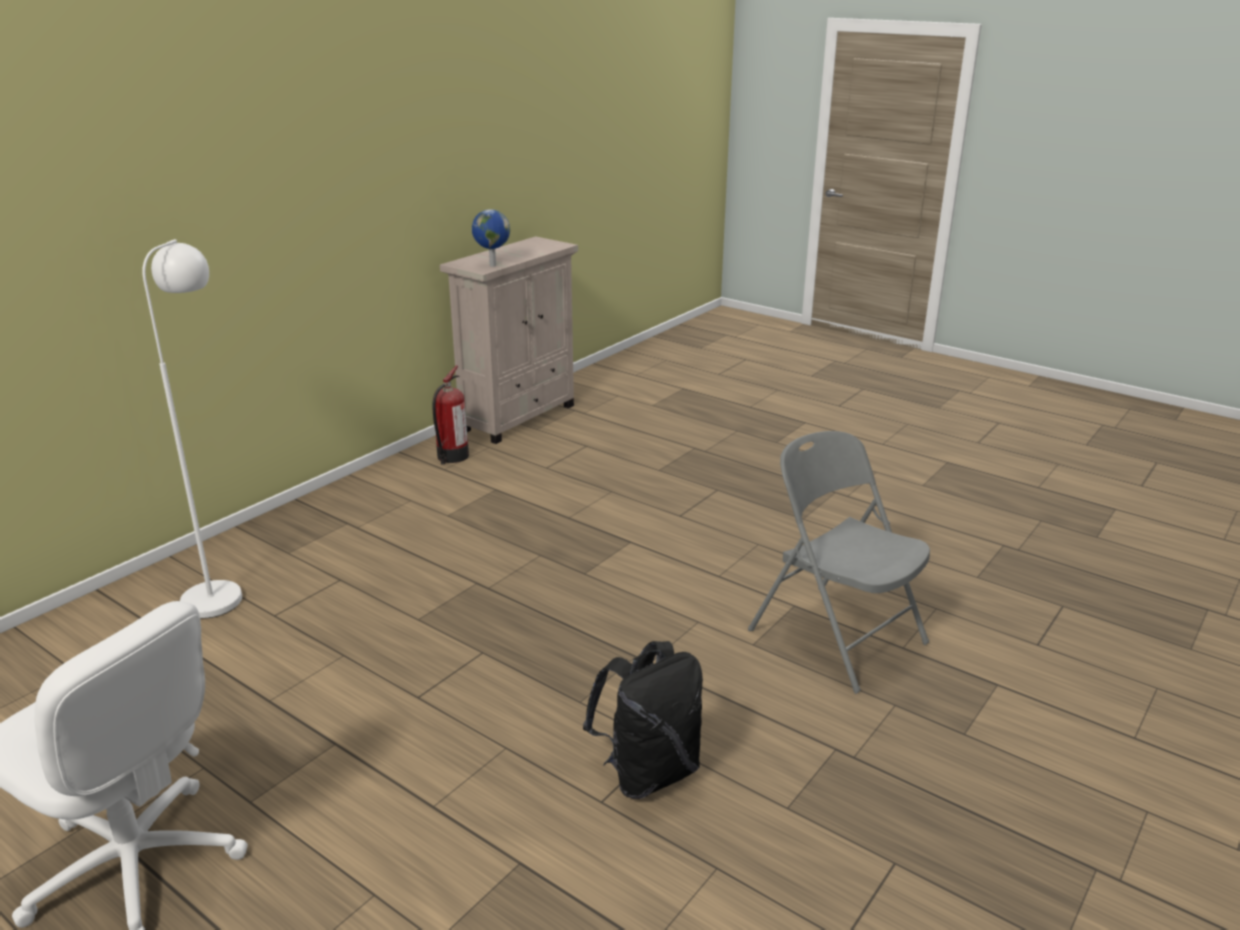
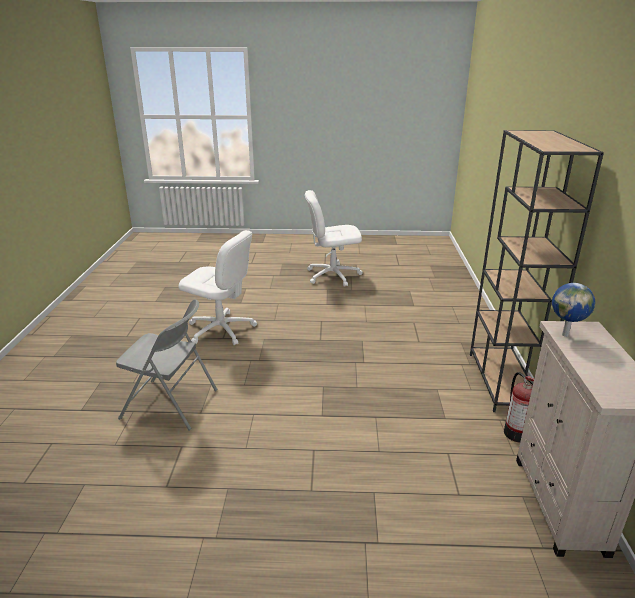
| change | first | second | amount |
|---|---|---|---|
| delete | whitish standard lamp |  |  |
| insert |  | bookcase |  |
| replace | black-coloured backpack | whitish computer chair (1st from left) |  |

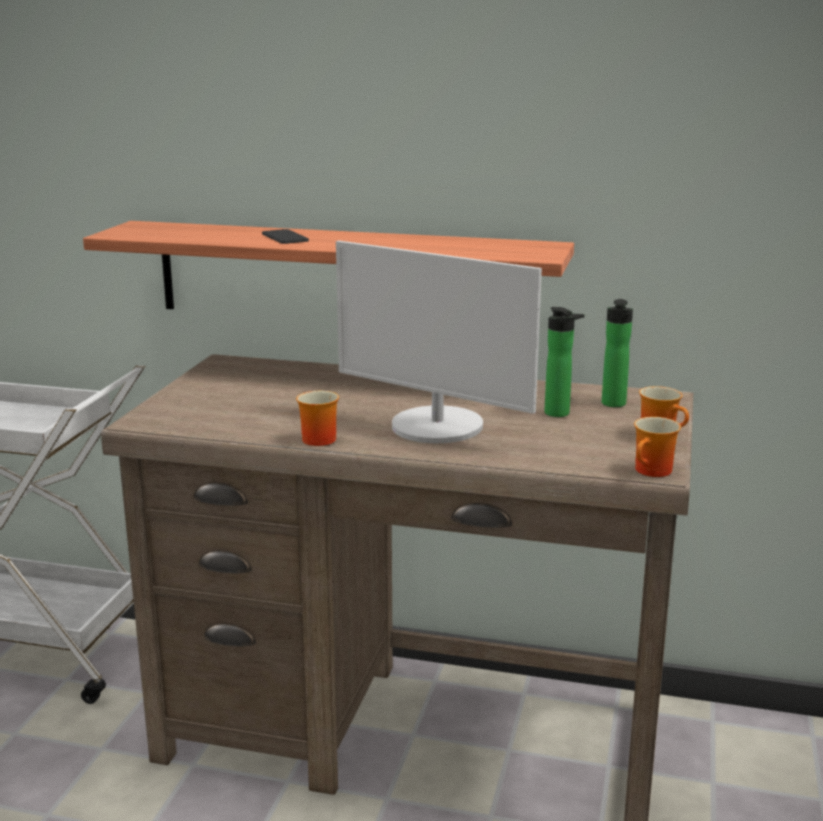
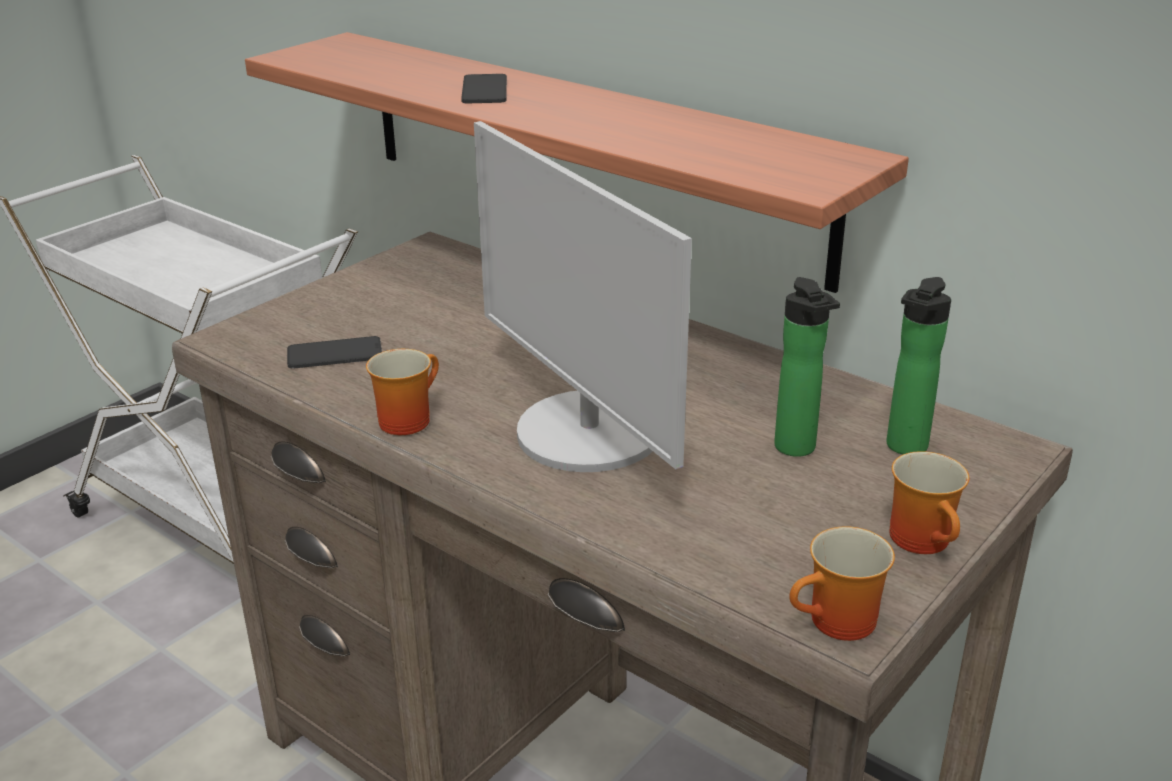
| change | first | second | amount |
|---|---|---|---|
| insert |  | handset (1st from left) |  |

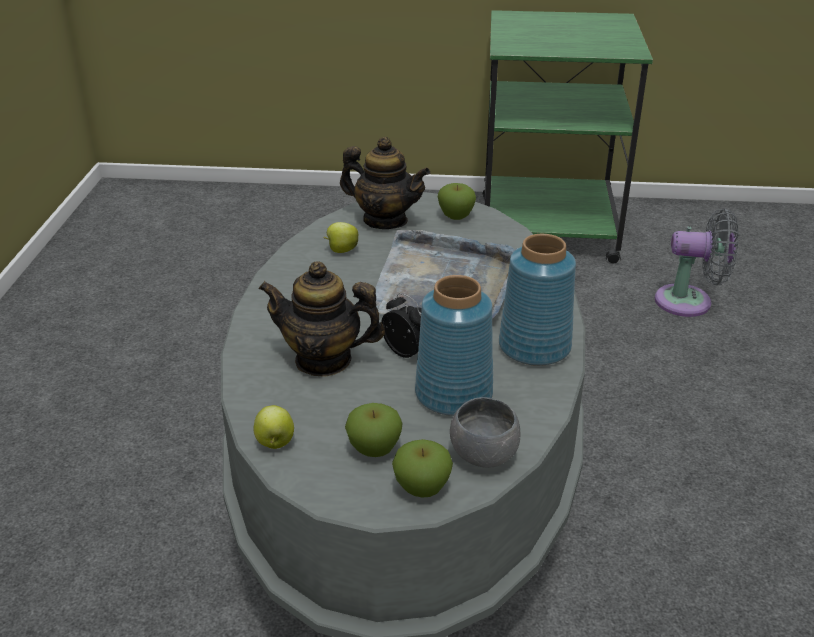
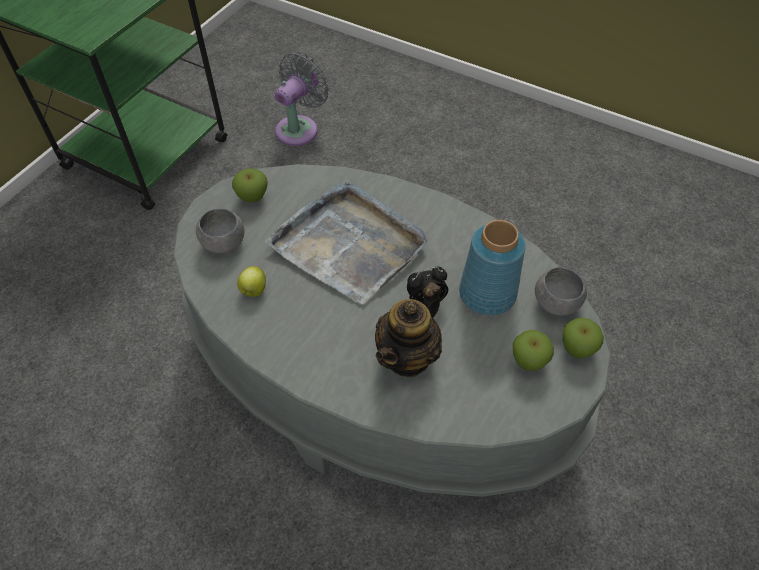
| change | first | second | amount |
|---|---|---|---|
| delete | apple (1st from left) |  |  |
| delete | blue flower vase (2nd from left) |  |  |
| replace | teapot (2nd from left) | grey deep dish (1st from left) |  |

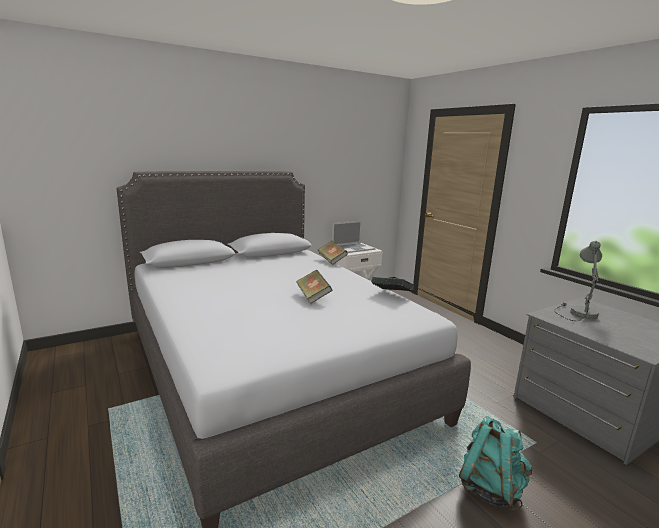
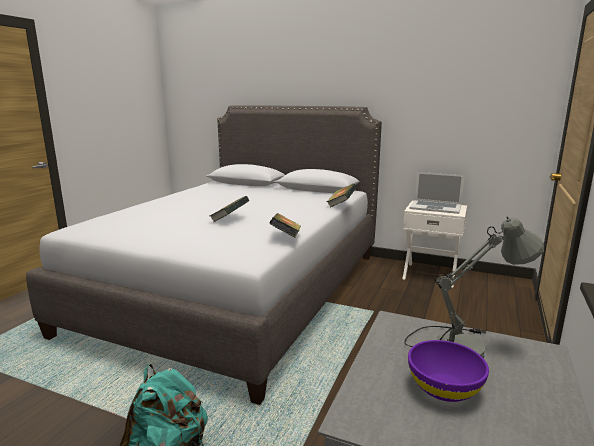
| change | first | second | amount |
|---|---|---|---|
| insert |  | purple-coloured deep dish |  |

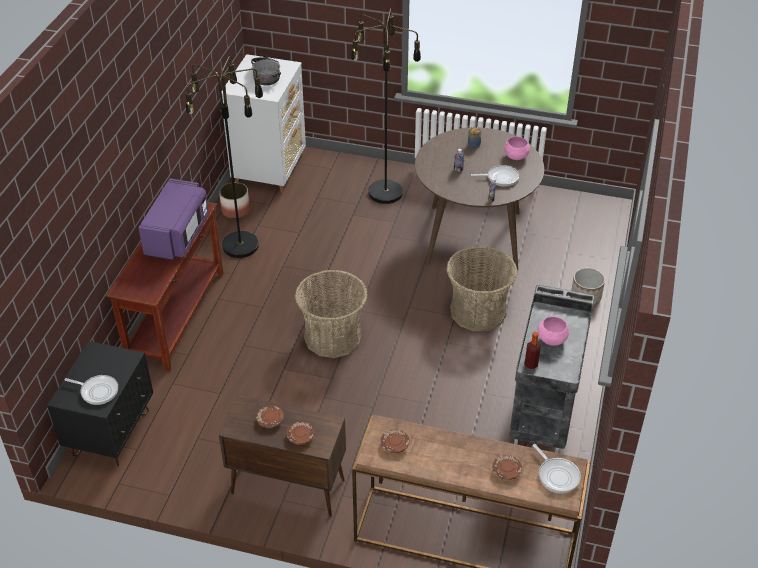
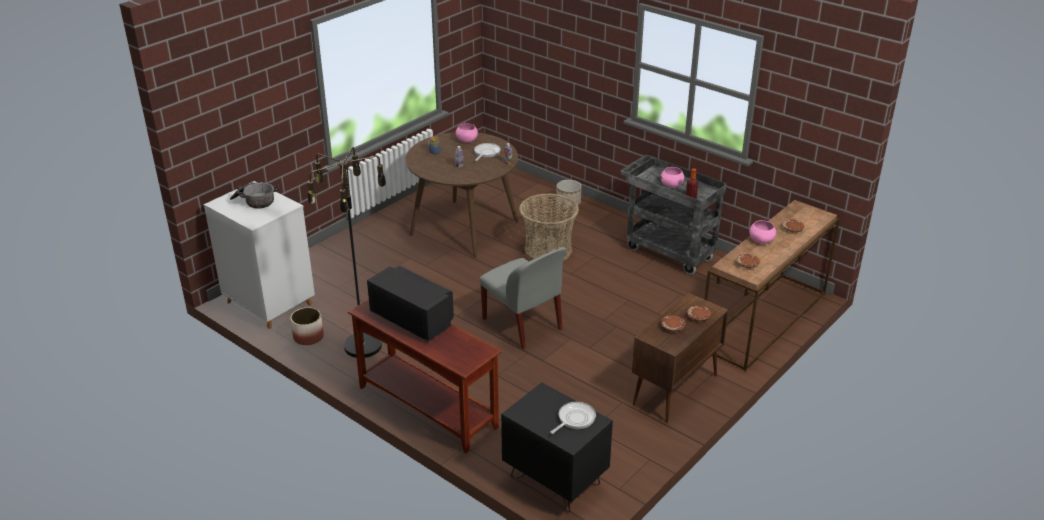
| change | first | second | amount |
|---|---|---|---|
| delete | standard lamp (2nd from left) |  |  |
| delete | pan (3rd from left) |  |  |
| insert |  | pinkish deep dish (3rd from left) |  |
| replace | household basket (1st from left) | grey chair |  |
| recolor | purple-coloured microwave oven | black-coloured microwave oven |  |

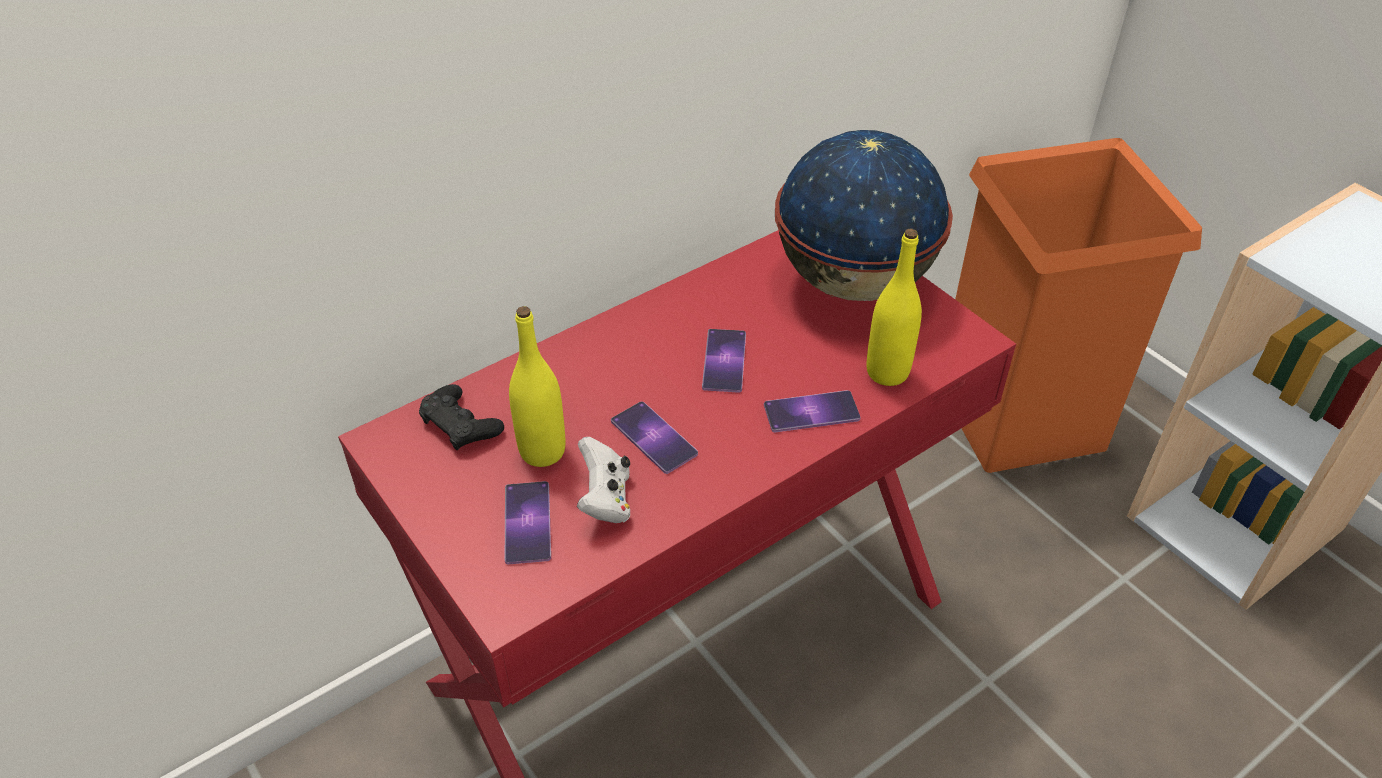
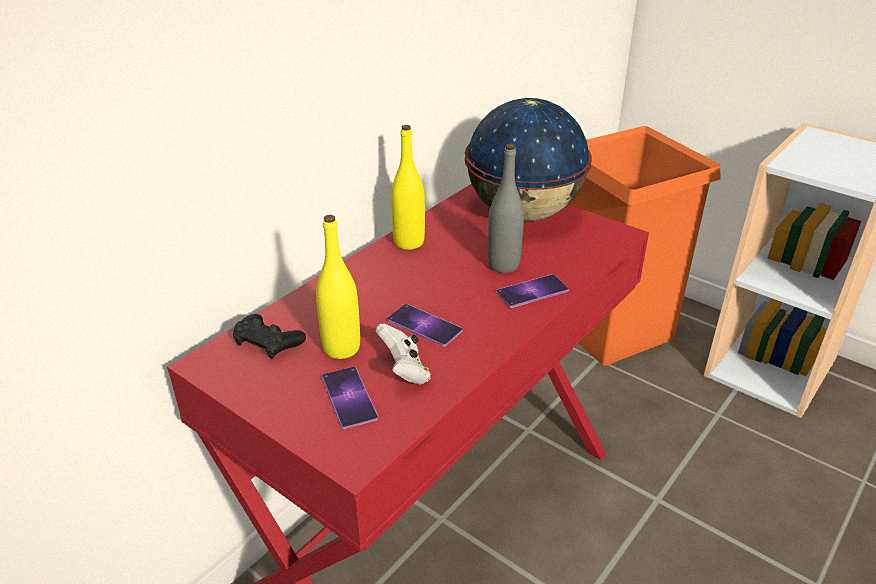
| change | first | second | amount |
|---|---|---|---|
| delete | handset (3rd from left) |  |  |
| insert |  | grey bottle |  |
| move | yellow-coloured bottle (2nd from left) |  |  |

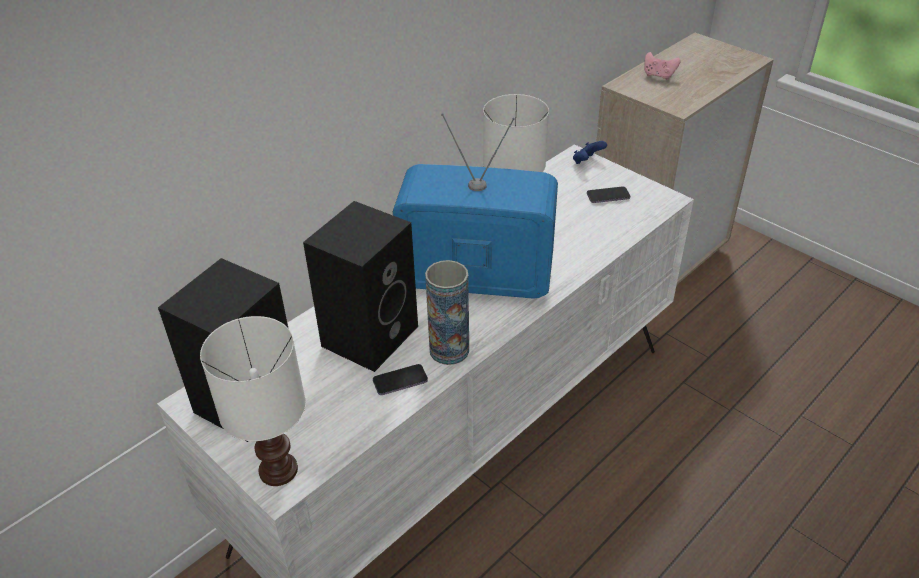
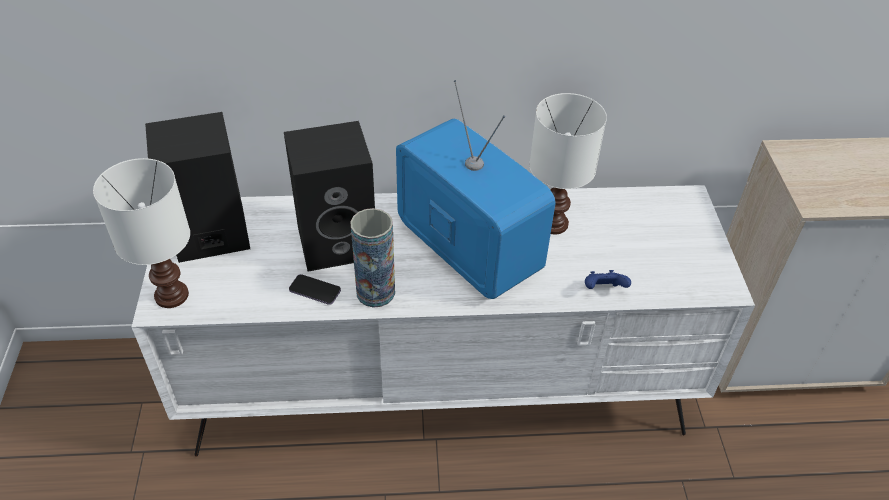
| change | first | second | amount |
|---|---|---|---|
| delete | handset (2nd from left) |  |  |
| delete | pinkish game controller |  |  |
| move | blue game controller |  |  |

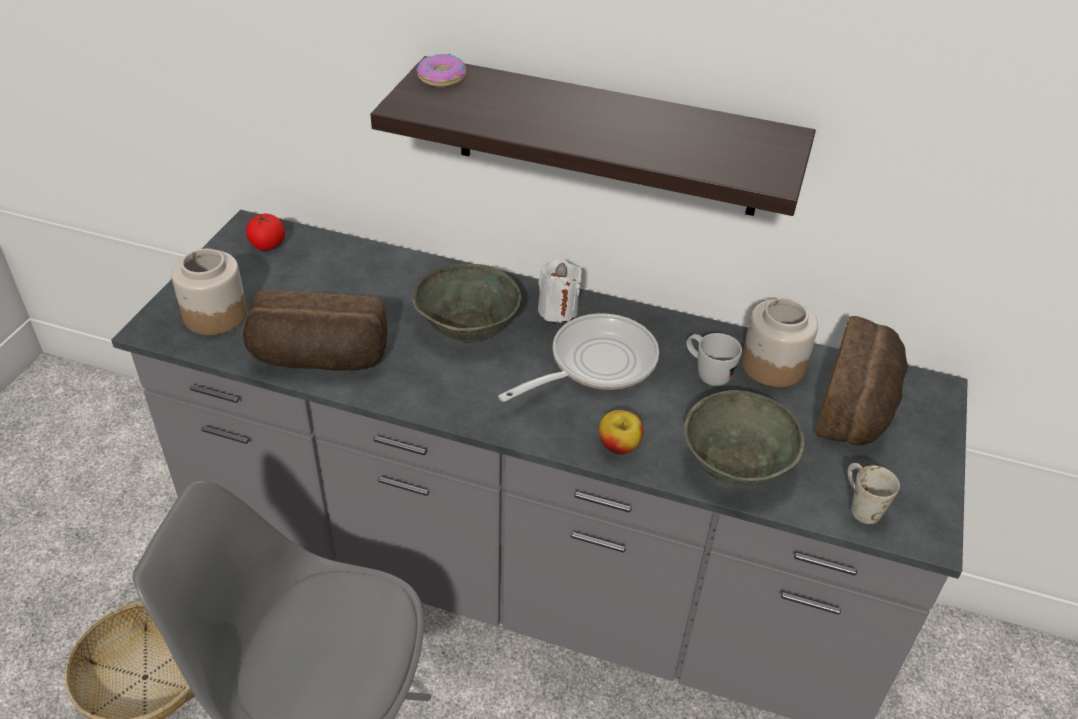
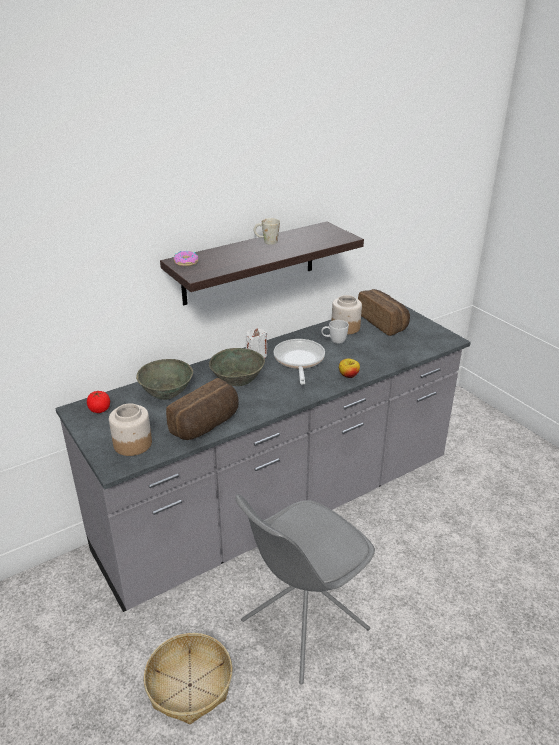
| change | first | second | amount |
|---|---|---|---|
| move | grey deep dish (2nd from left in the first image) | grey deep dish (1st from left) |  |
| move | whitish coffee mug (2nd from left in the first image) | whitish coffee mug (1st from left) |  |

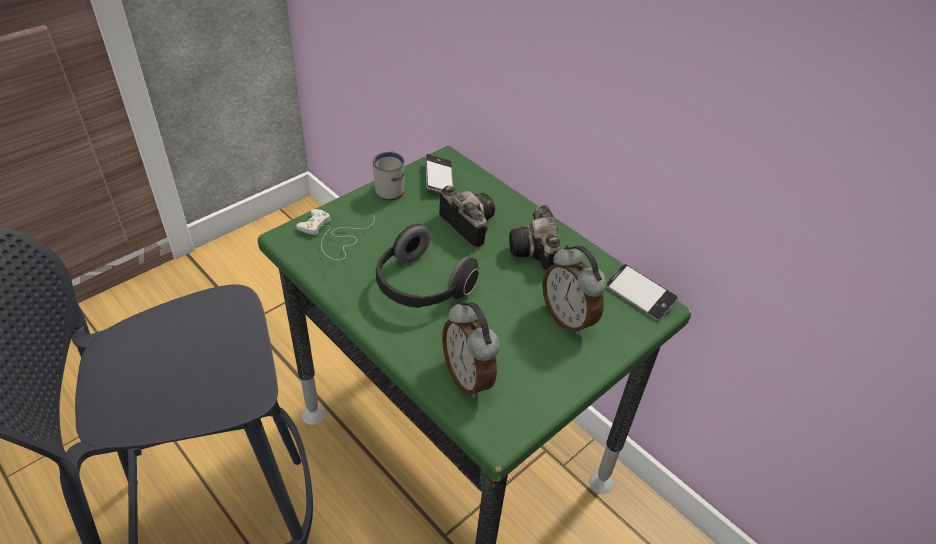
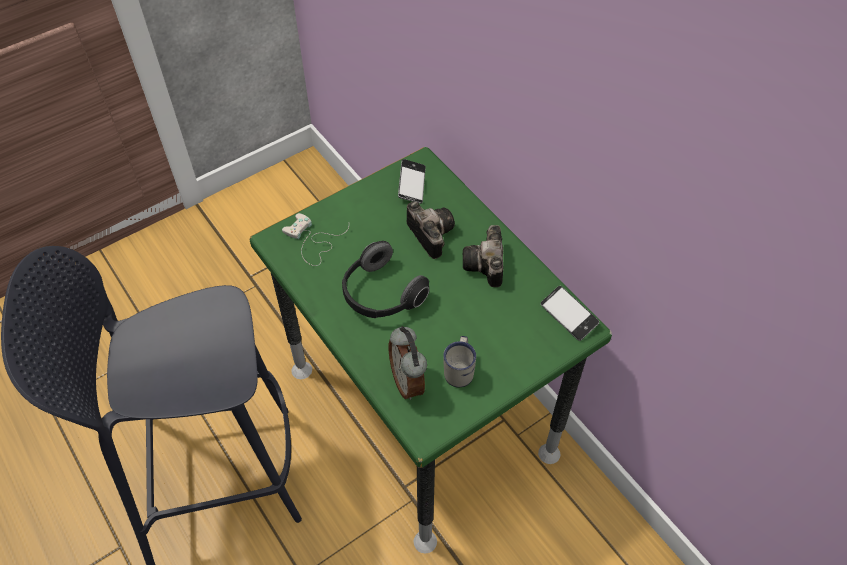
| change | first | second | amount |
|---|---|---|---|
| delete | alarm clock (2nd from left) |  |  |
| move | whitish coffee mug |  |  |

